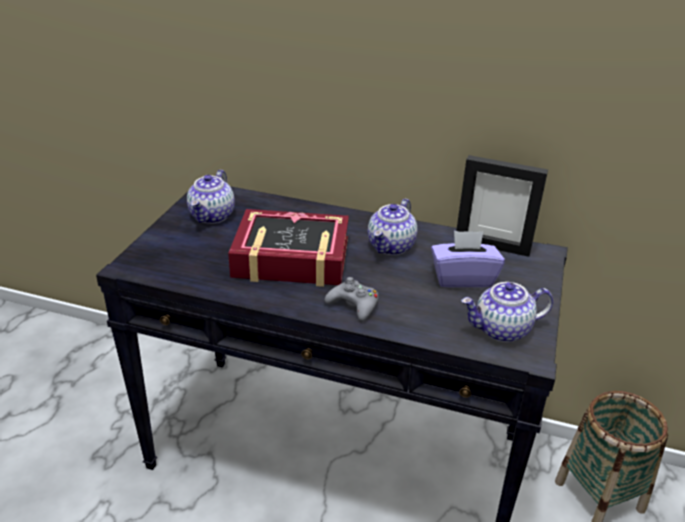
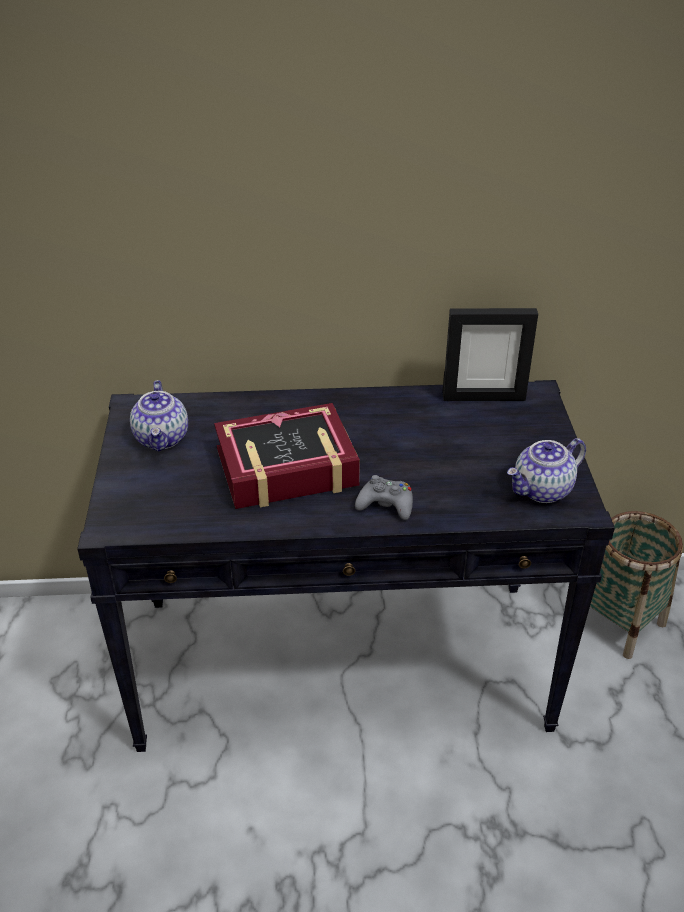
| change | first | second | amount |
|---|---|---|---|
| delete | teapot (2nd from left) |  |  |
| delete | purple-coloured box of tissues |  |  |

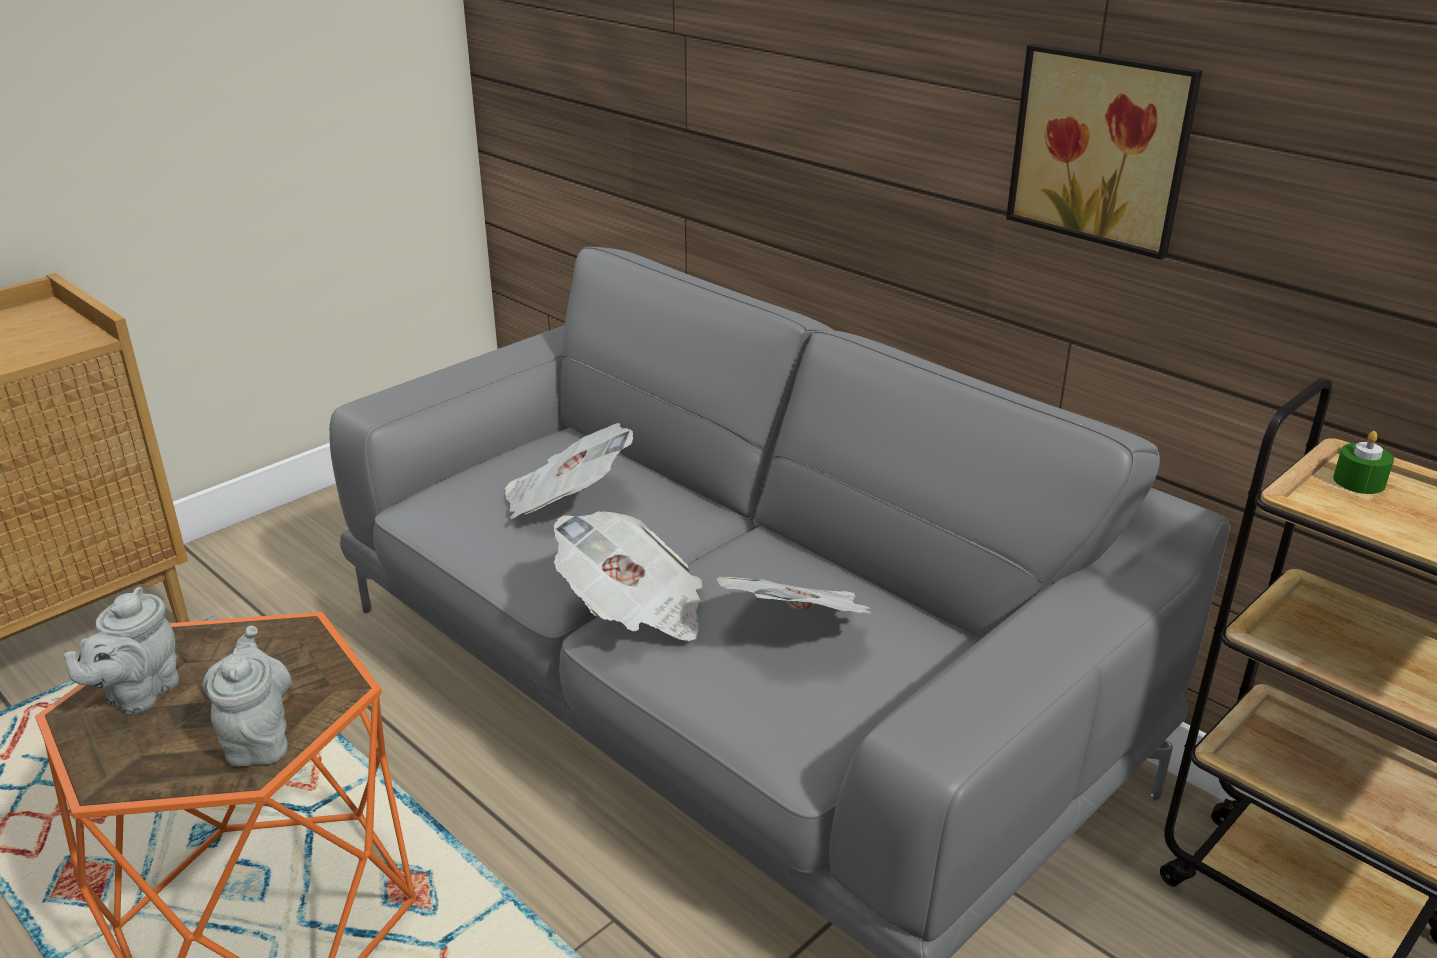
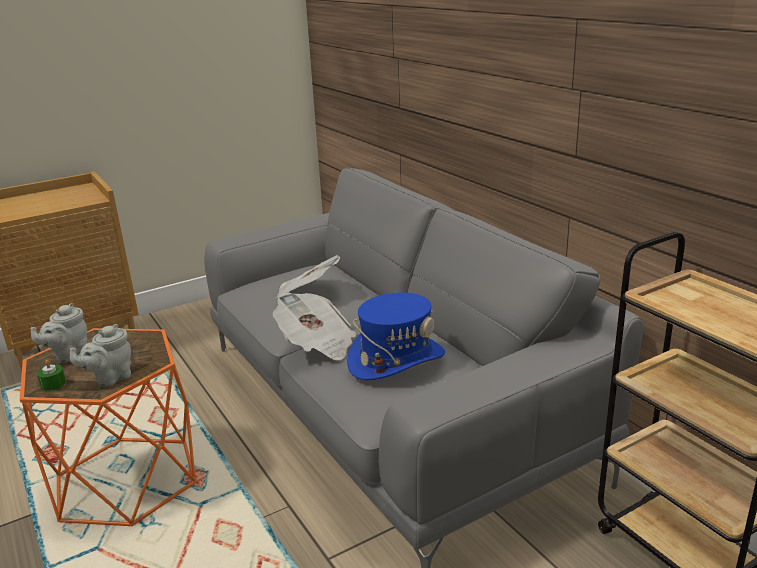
| change | first | second | amount |
|---|---|---|---|
| delete | picture |  |  |
| move | greenish candle |  |  |
| replace | daily paper (3rd from left) | blue wearable hat |  |
| rotate | grey teapot (2nd from left) |  | 135 degrees counterclockwise |

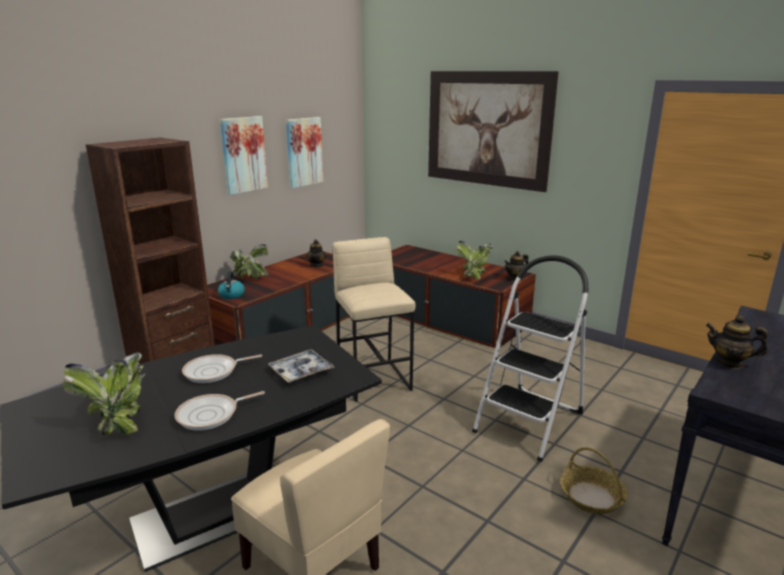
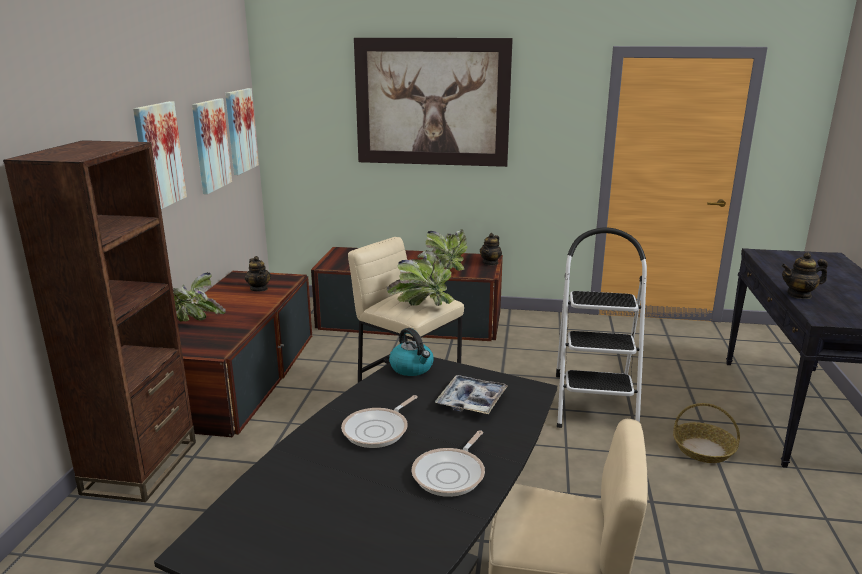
| change | first | second | amount |
|---|---|---|---|
| insert |  | picture (3rd from left) |  |
| move | plant in a pot (1st from left in the first image) | plant in a pot (2nd from left) |  |
| move | water kettle |  |  |

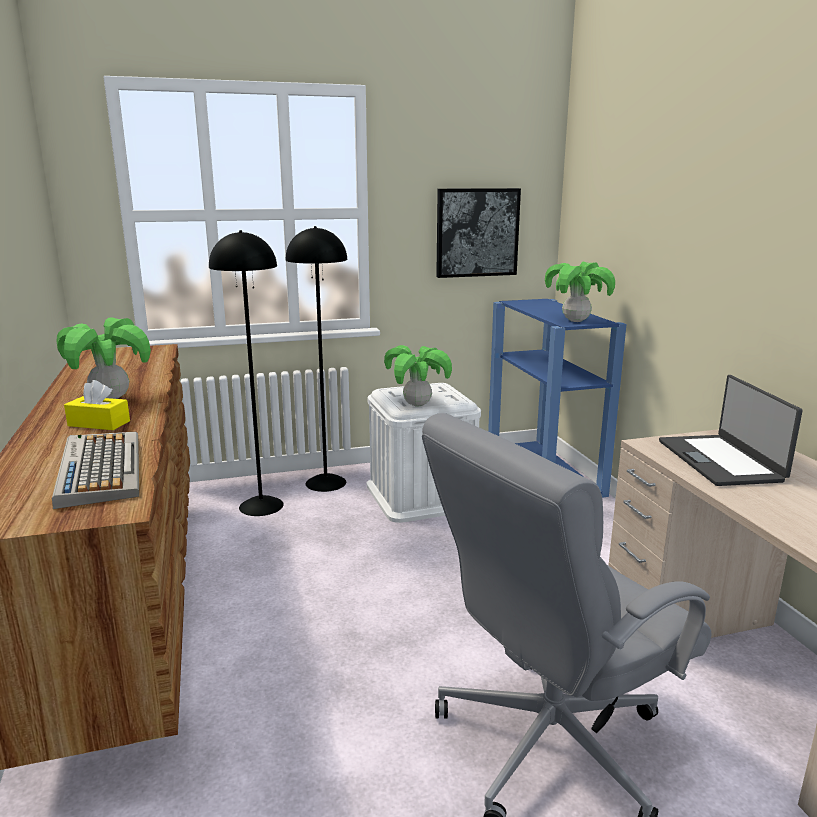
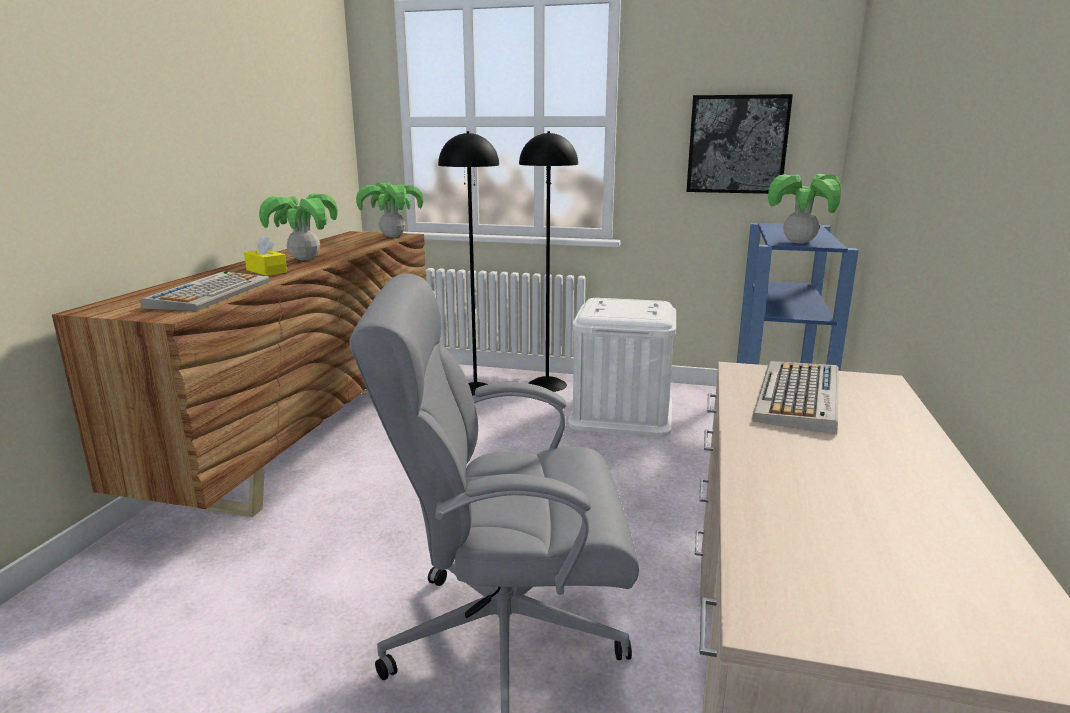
| change | first | second | amount |
|---|---|---|---|
| move | plant in a pot (2nd from left) |  |  |
| replace | notebook computer | computer keyboard (2nd from left) |  |

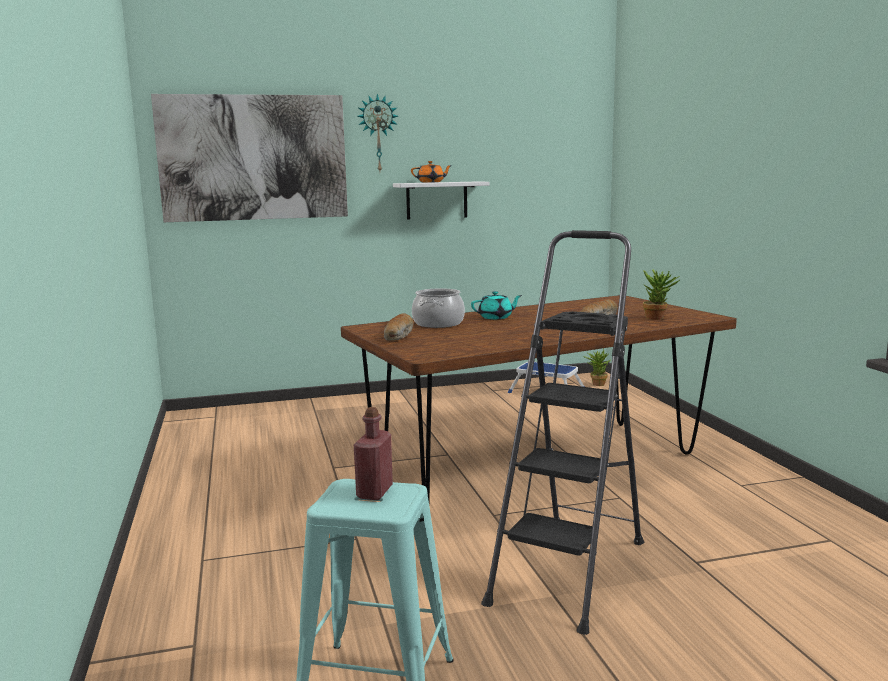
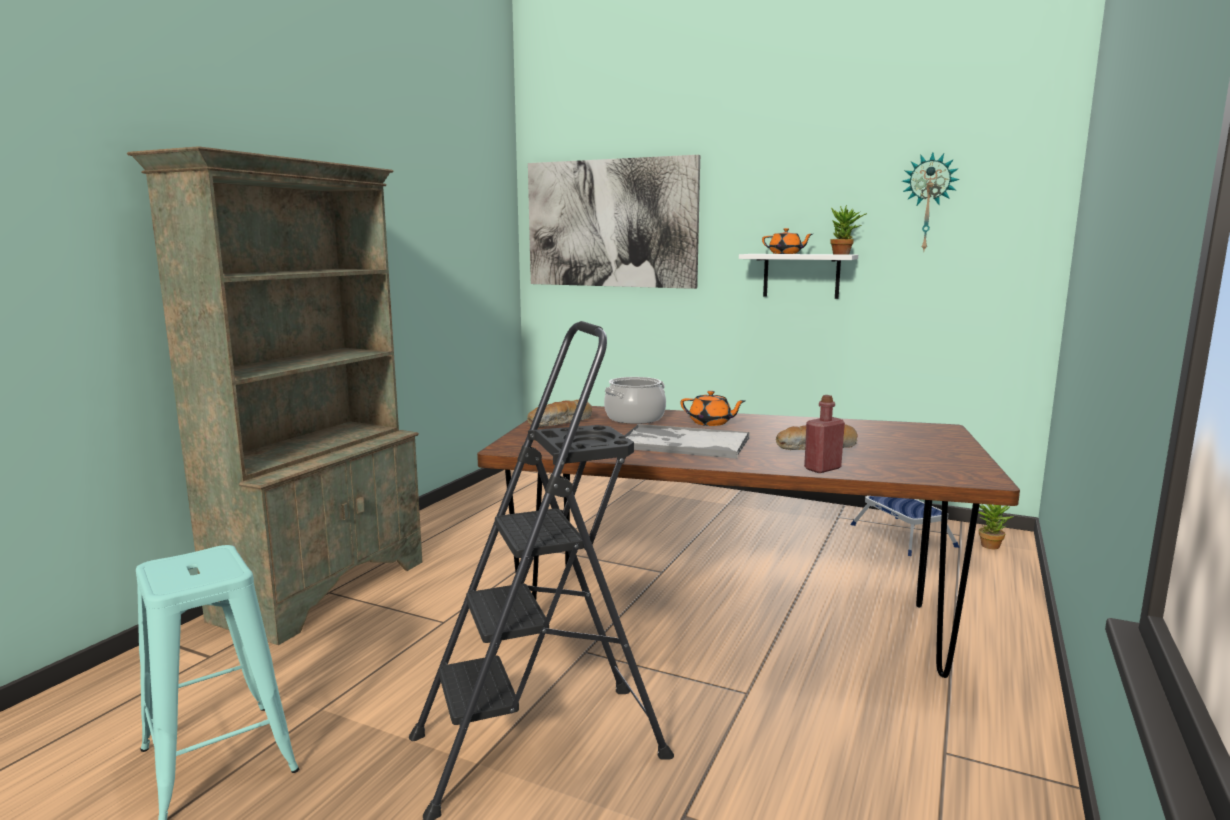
| change | first | second | amount |
|---|---|---|---|
| insert |  | greenish bookcase |  |
| insert |  | serving tray |  |
| move | red bottle |  |  |
| move | wall clock |  |  |
| move | plant in a pot (2nd from left in the first image) | plant in a pot (1st from left) |  |
| recolor | blue-green teapot | orangey teapot (1st from left) |  |

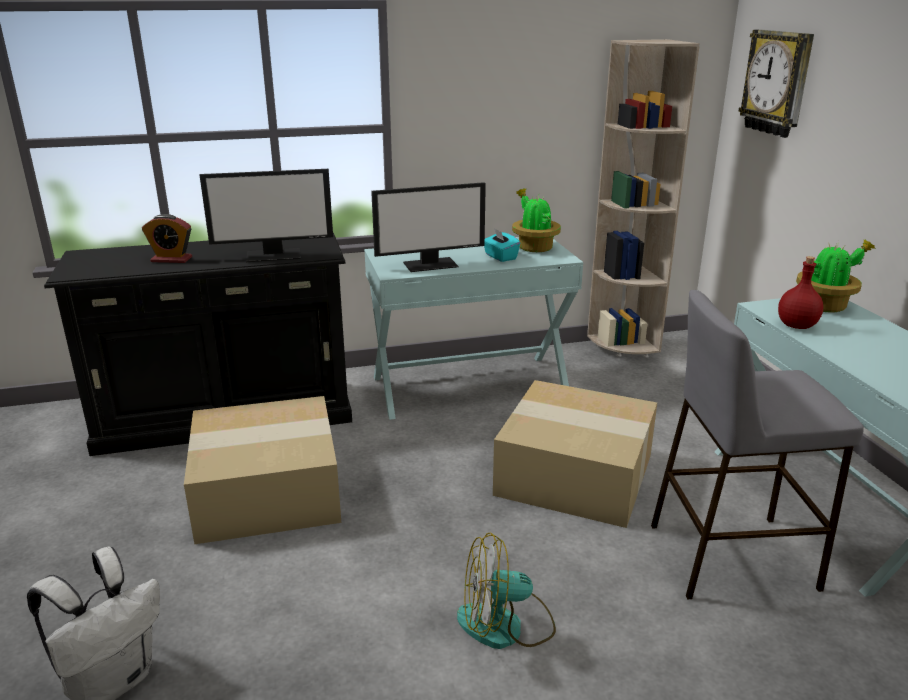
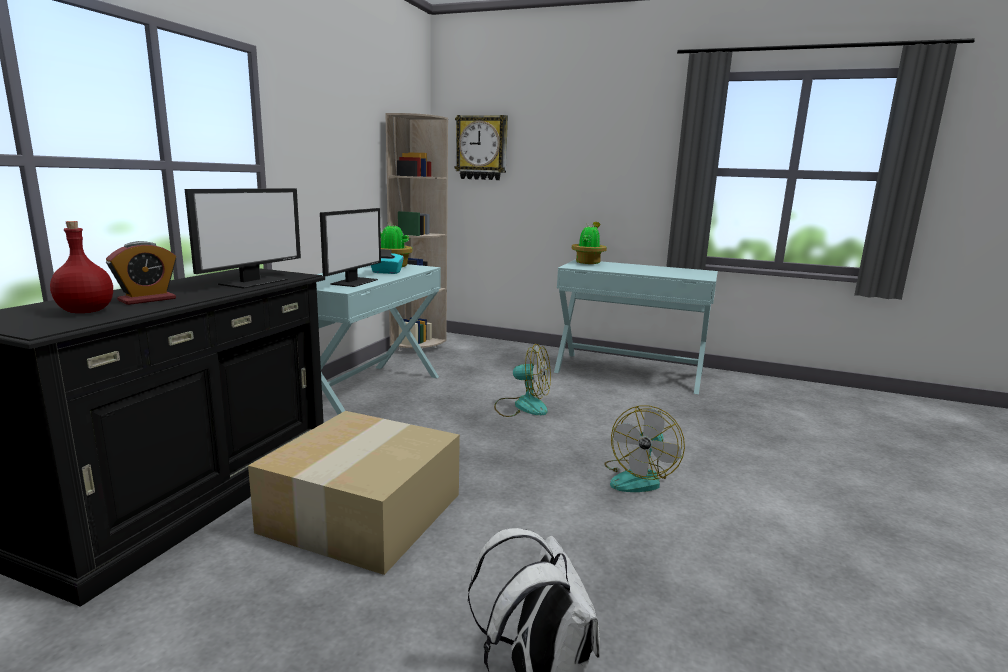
| change | first | second | amount |
|---|---|---|---|
| delete | grey stool |  |  |
| move | red bottle |  |  |
| replace | packing box (2nd from left) | cooling fan (1st from left) |  |

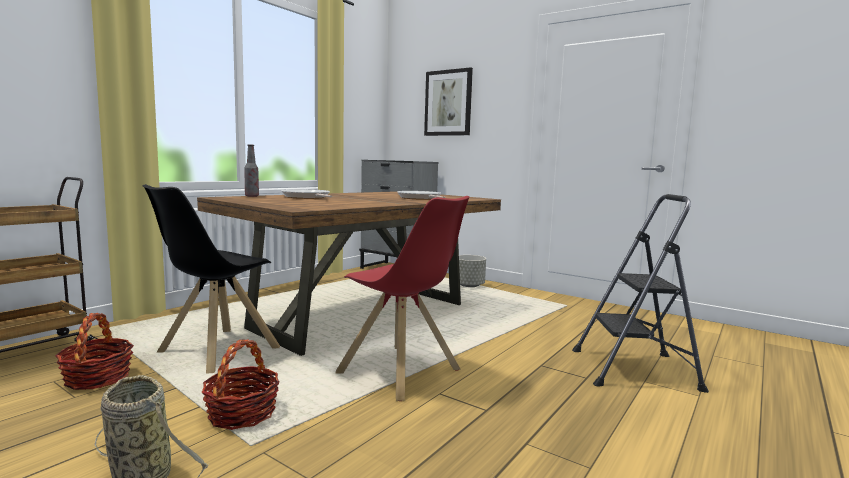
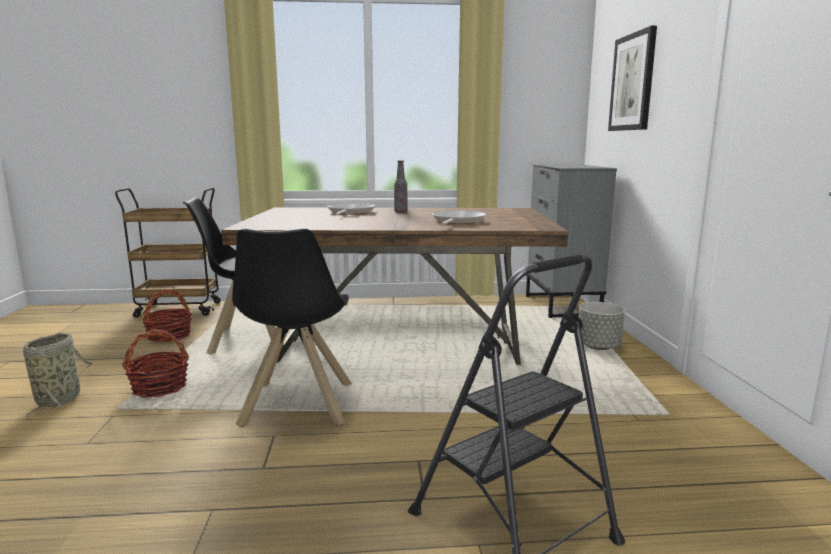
| change | first | second | amount |
|---|---|---|---|
| move | bottle |  |  |
| recolor | red chair | black-coloured chair (2nd from left) |  |

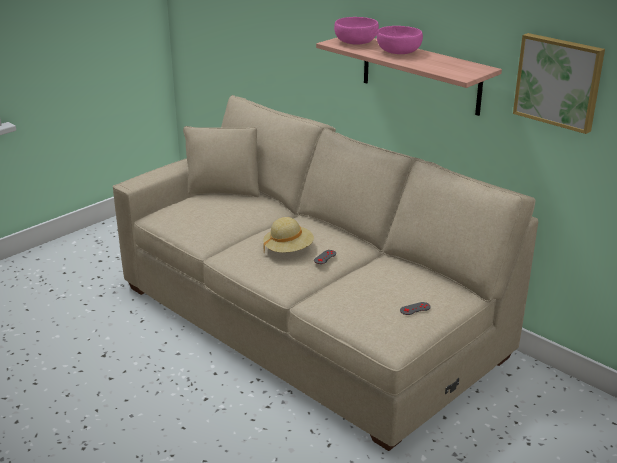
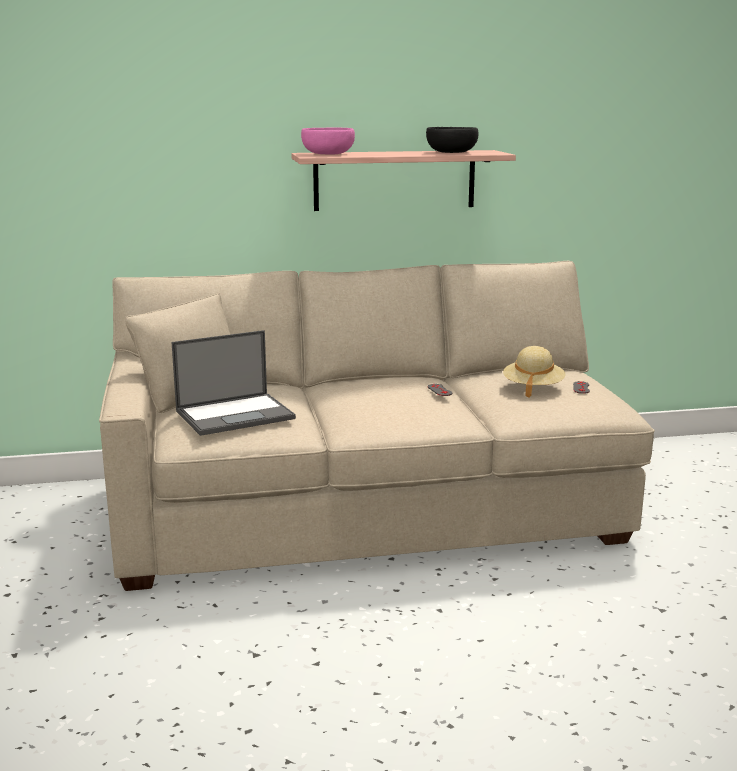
| change | first | second | amount |
|---|---|---|---|
| delete | pinkish deep dish (2nd from left) |  |  |
| delete | picture |  |  |
| insert |  | notebook computer |  |
| insert |  | black-coloured deep dish |  |
| move | sand-coloured wearable hat |  |  |

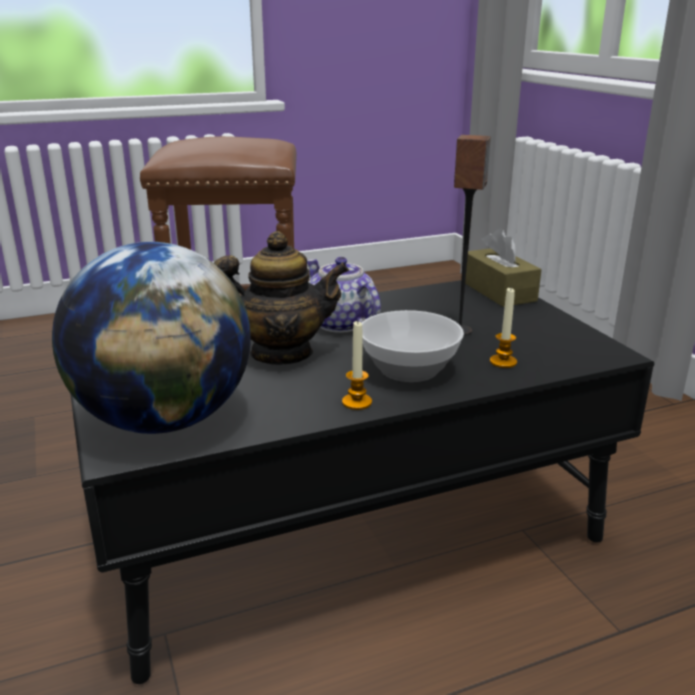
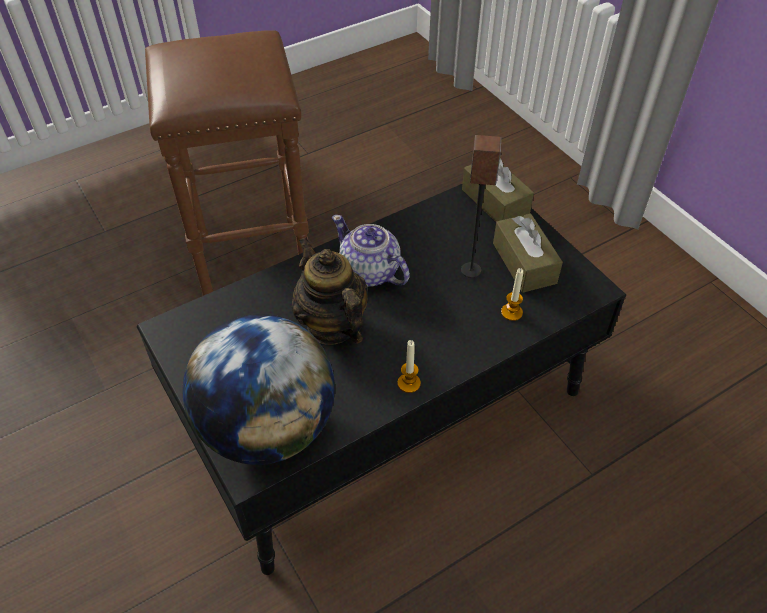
| change | first | second | amount |
|---|---|---|---|
| delete | deep dish |  |  |
| insert |  | brown box of tissues (2nd from left) |  |
| rotate | teapot (1st from left) |  | 105 degrees counterclockwise |

